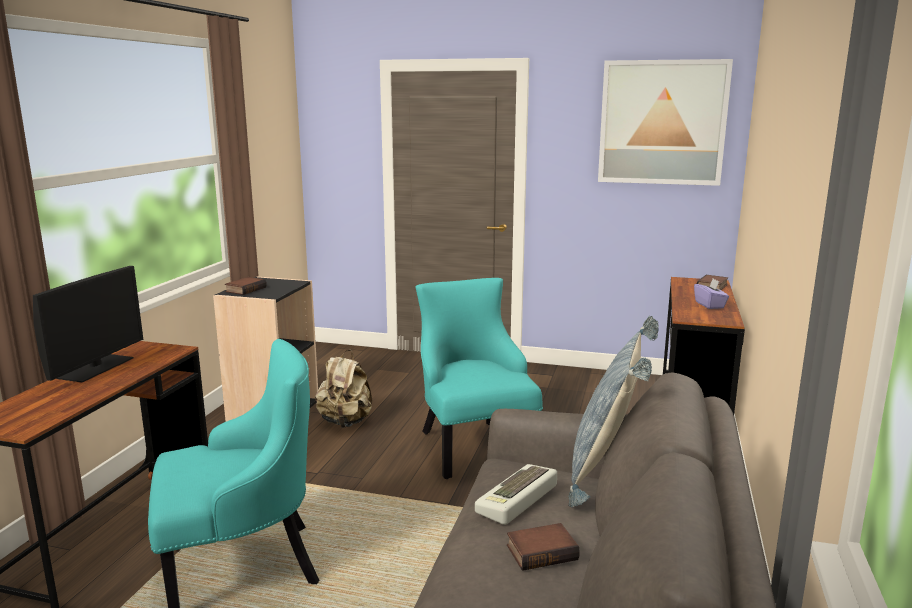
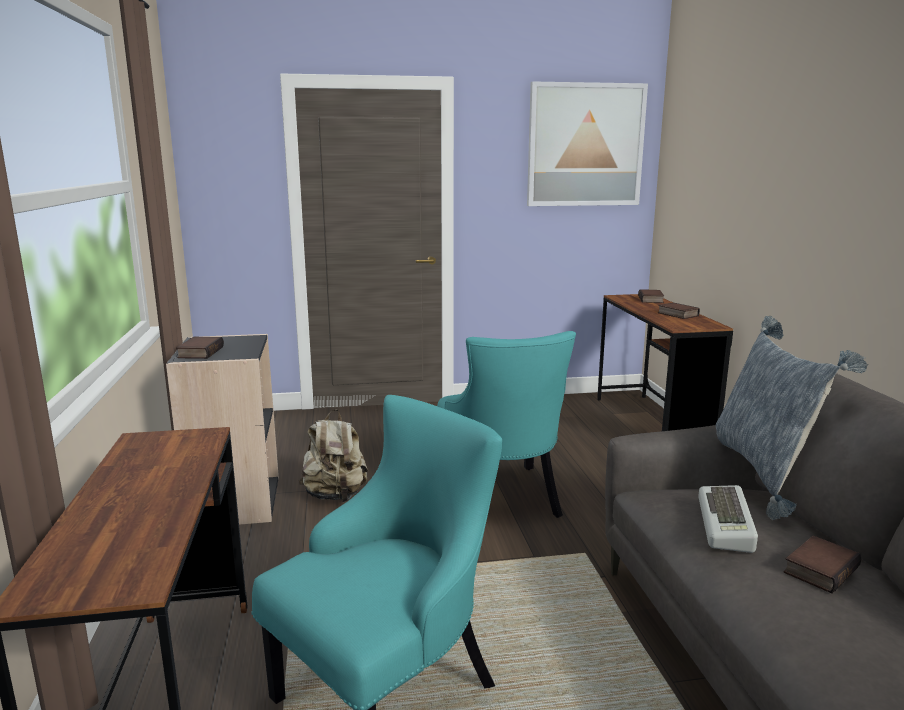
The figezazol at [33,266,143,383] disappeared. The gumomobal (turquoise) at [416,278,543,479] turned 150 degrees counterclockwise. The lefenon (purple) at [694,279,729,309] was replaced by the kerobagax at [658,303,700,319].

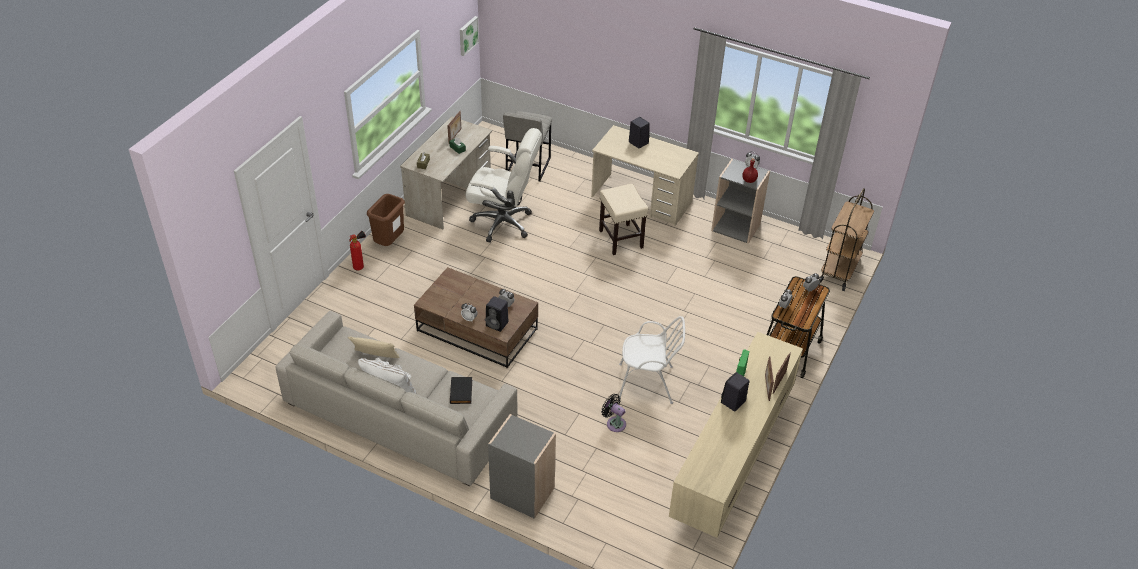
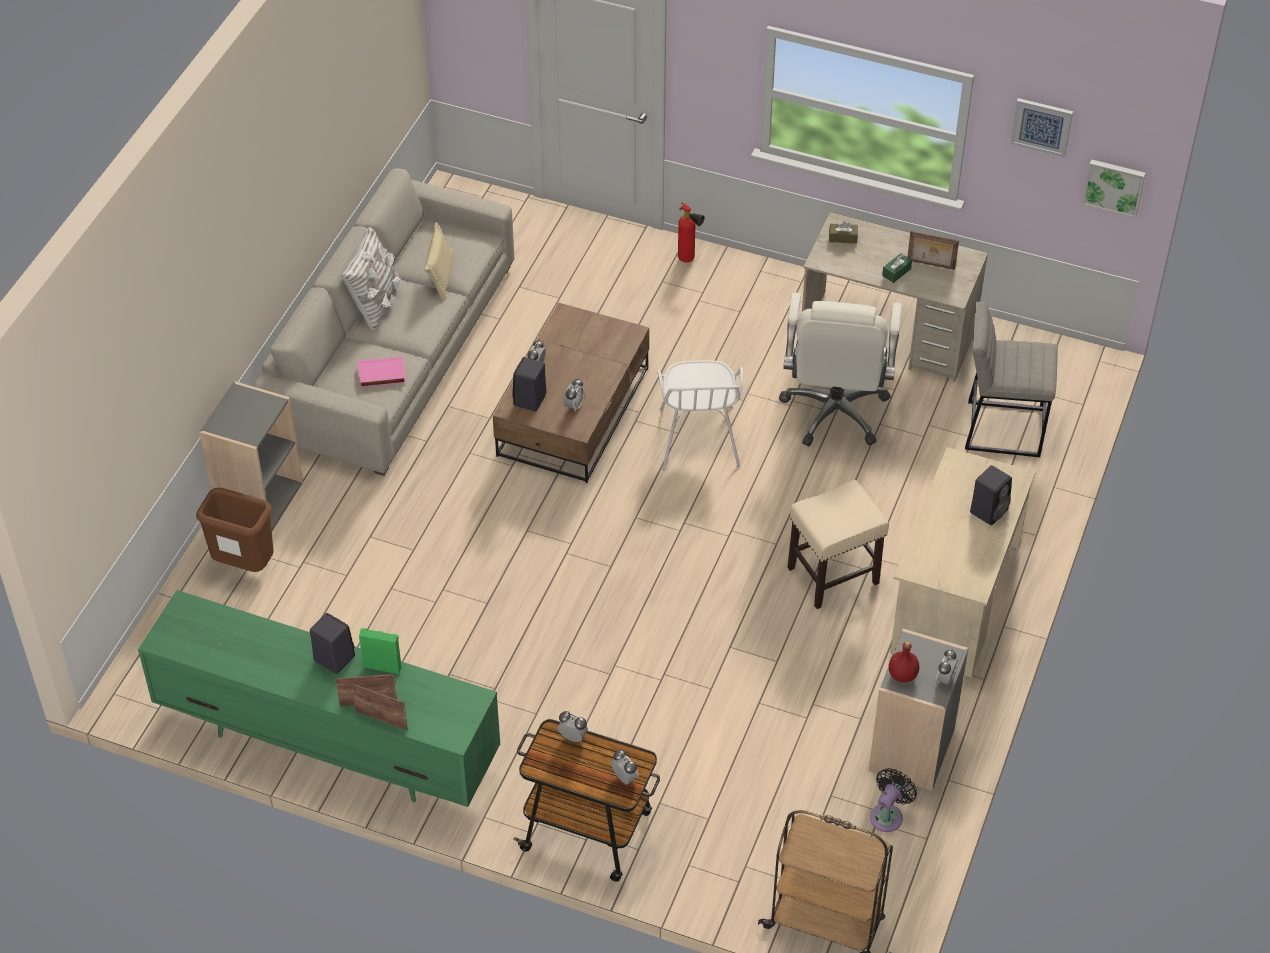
The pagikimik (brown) moved from [367,194,405,246] to [196,488,274,572]. The gumomobal (white) moved from [619,316,685,404] to [657,360,743,471]. The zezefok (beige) at [669,332,803,538] became the zezefok (green) at [138,590,500,807]. The kerobagax (black) at [450,377,472,404] became the kerobagax (pink) at [358,356,406,388]. The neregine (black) moved from [601,394,626,432] to [870,768,917,832]. The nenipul at [1010,98,1073,157] appeared.

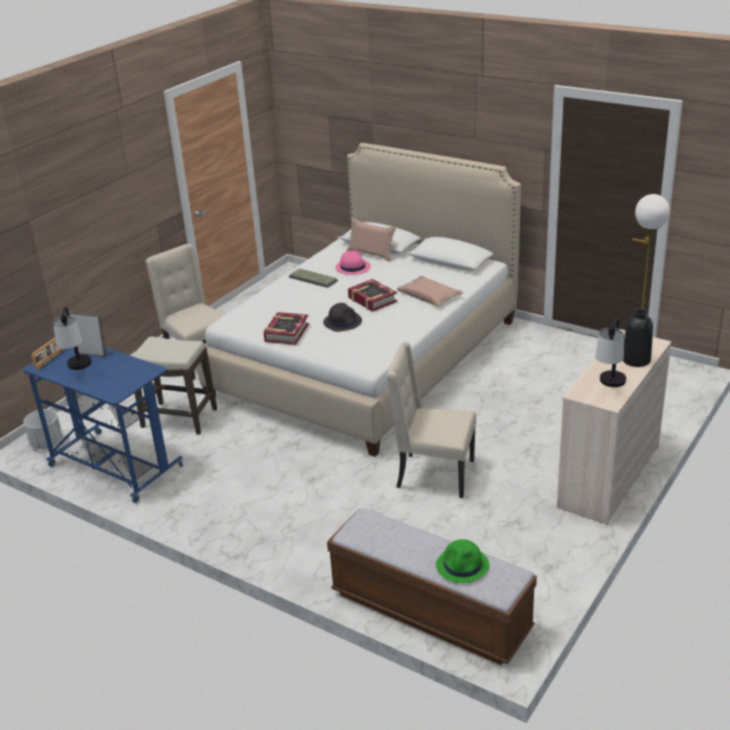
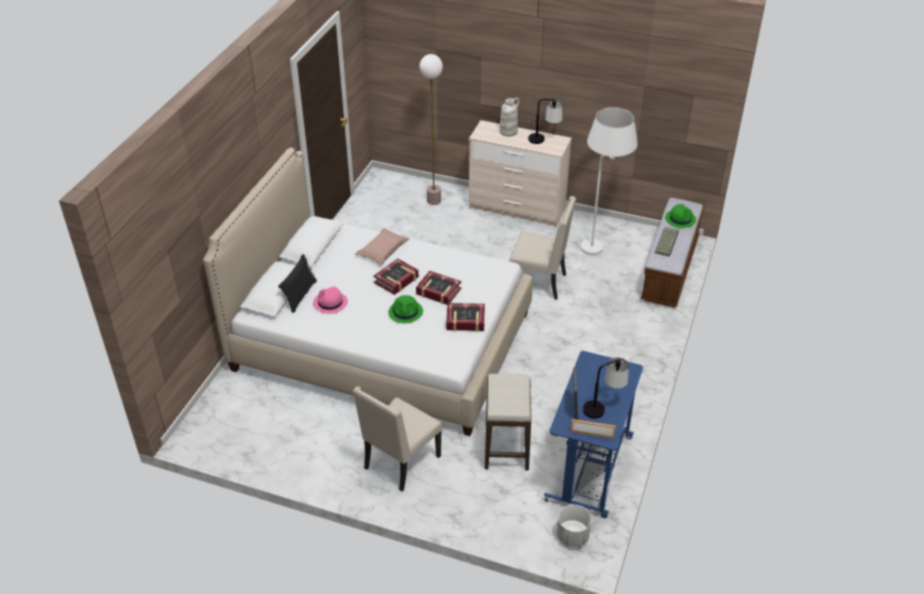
The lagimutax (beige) at [347,218,396,261] became the lagimutax (black) at [278,254,317,313]. The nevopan moved from [289,268,338,288] to [655,227,679,257]. The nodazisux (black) at [323,303,362,332] was replaced by the kerobagax at [416,271,462,305]. The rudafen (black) at [623,308,653,367] became the rudafen (white) at [500,98,519,137]. The gumomobal (beige) at [386,342,476,498] turned 75 degrees counterclockwise. The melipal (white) at [580,107,638,255] appeared. The nodazisux (green) at [388,295,423,323] appeared.

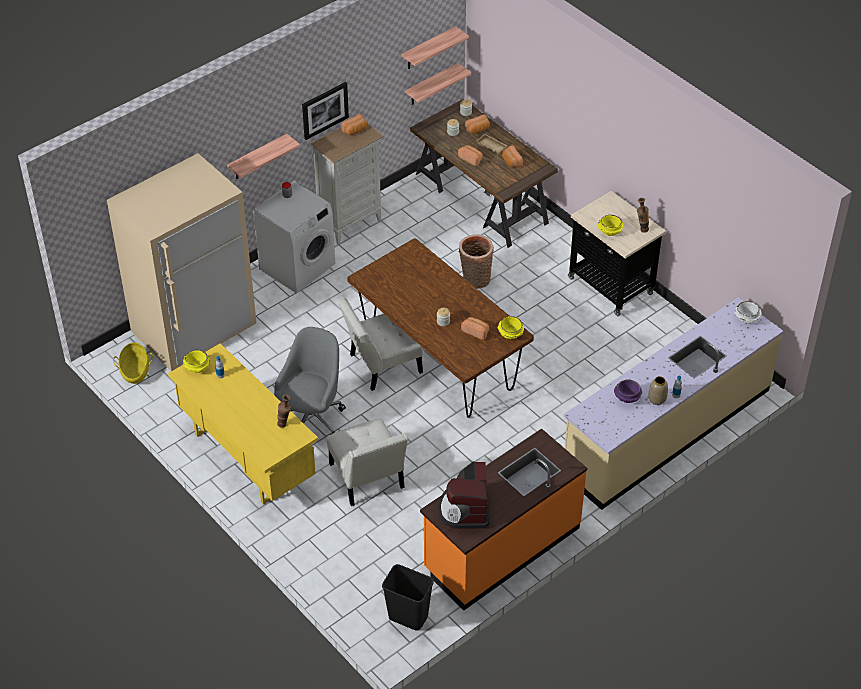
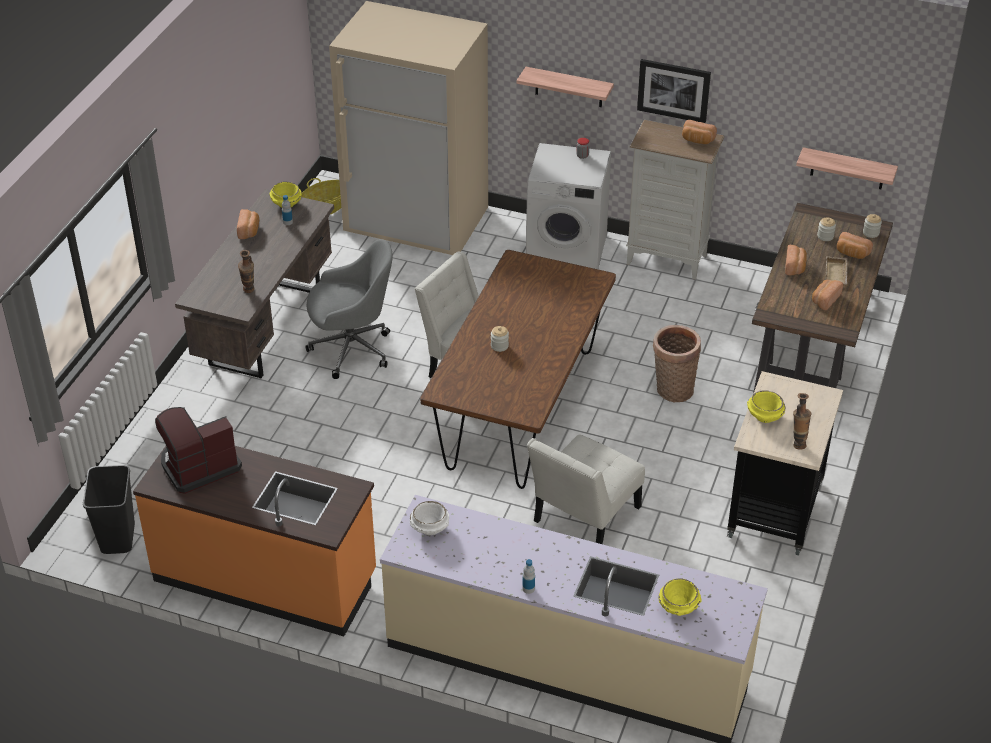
The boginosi at [402,26,469,69] disappeared. The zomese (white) moved from [734,301,762,324] to [410,501,449,535]. The zomese (yellow) moved from [498,316,524,339] to [659,578,701,616]. The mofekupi moved from [461,317,489,340] to [237,209,259,239]. The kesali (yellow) at [168,343,318,505] became the kesali (brown) at [175,189,334,378]. The rudafen at [648,376,668,405] disappeared. The zomese (purple) at [614,379,642,403] disappeared. The gumomobal (white) moved from [327,418,408,506] to [527,435,645,544].

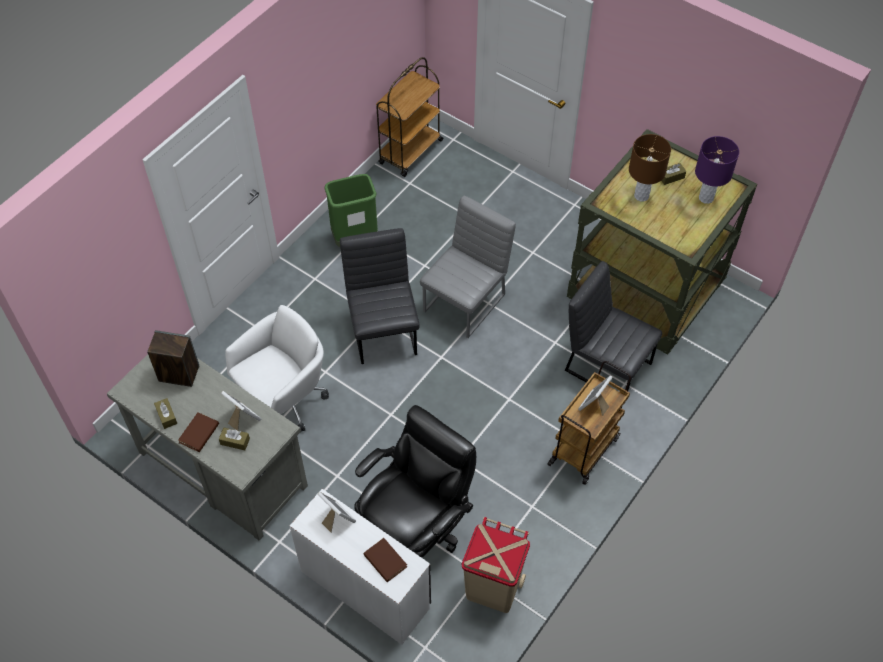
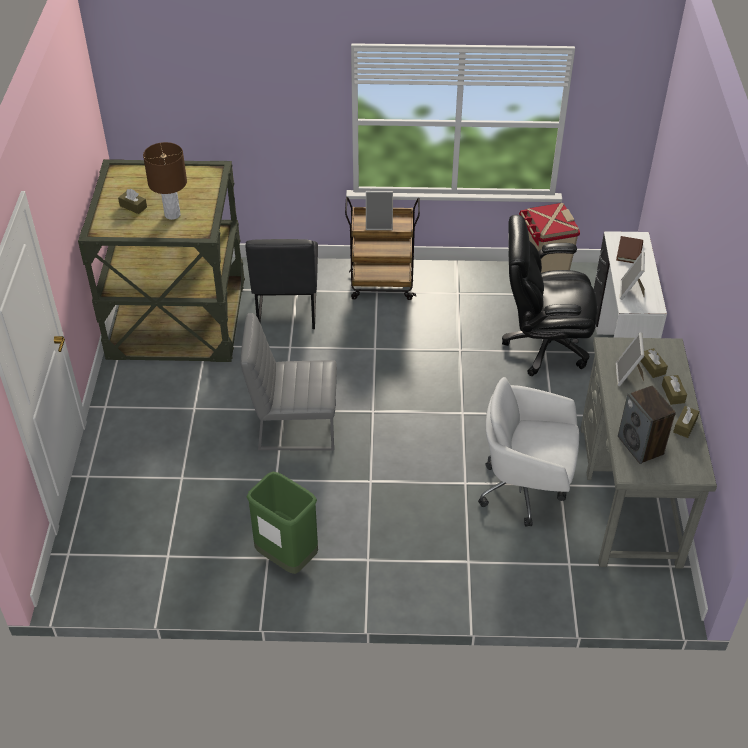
The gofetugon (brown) at [376,57,443,177] disappeared. The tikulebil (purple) at [695,136,739,204] disappeared. The gumomobal (grey) at [340,228,419,364] disappeared. The kerobagax (brown) at [178,412,219,452] was replaced by the lefenon (brown) at [662,375,687,405].

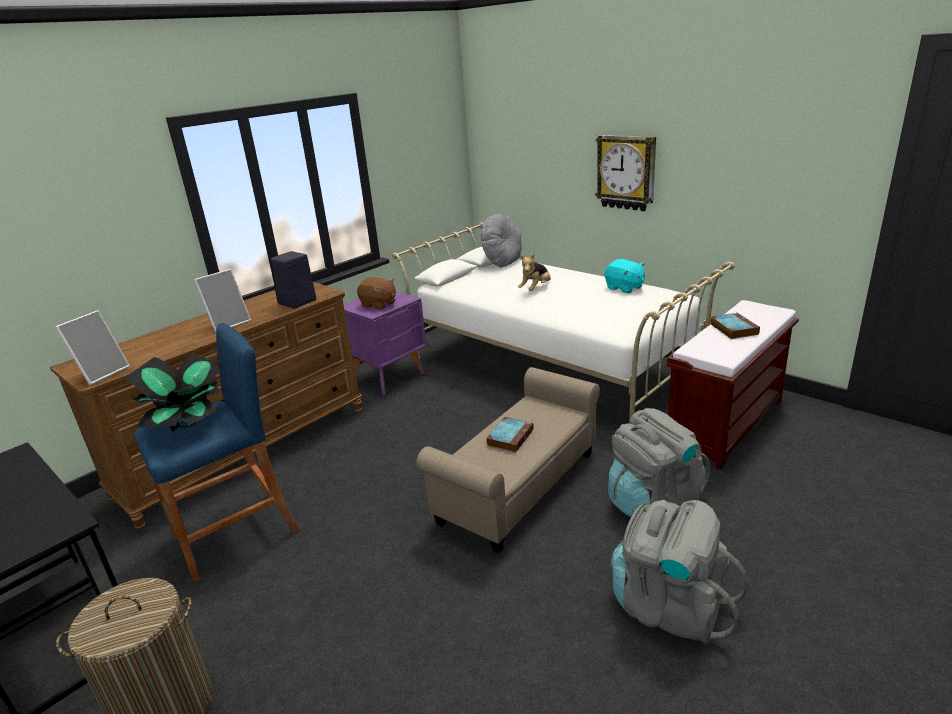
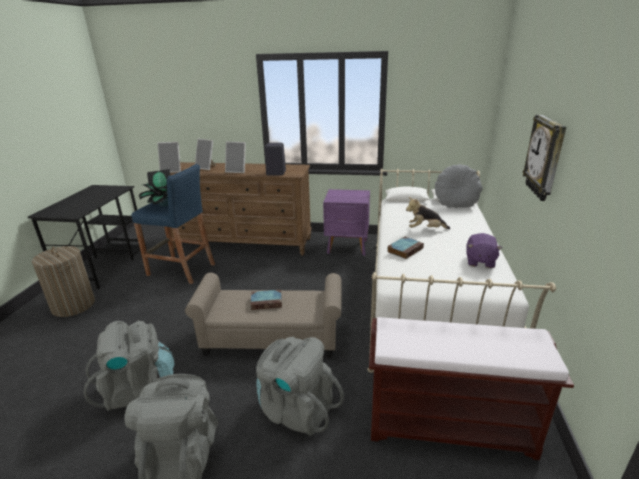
The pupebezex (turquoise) at [605,259,645,293] became the pupebezex (purple) at [466,233,502,268]. The pupebezex (brown) at [357,277,396,310] disappeared. The kerobagax moved from [711,313,760,339] to [387,237,424,259]. The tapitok at [195,139,216,170] appeared. The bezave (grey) at [83,321,175,411] appeared.

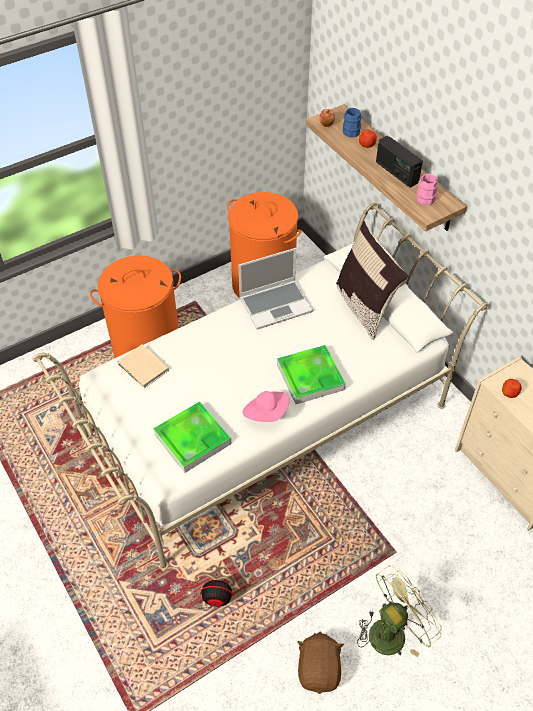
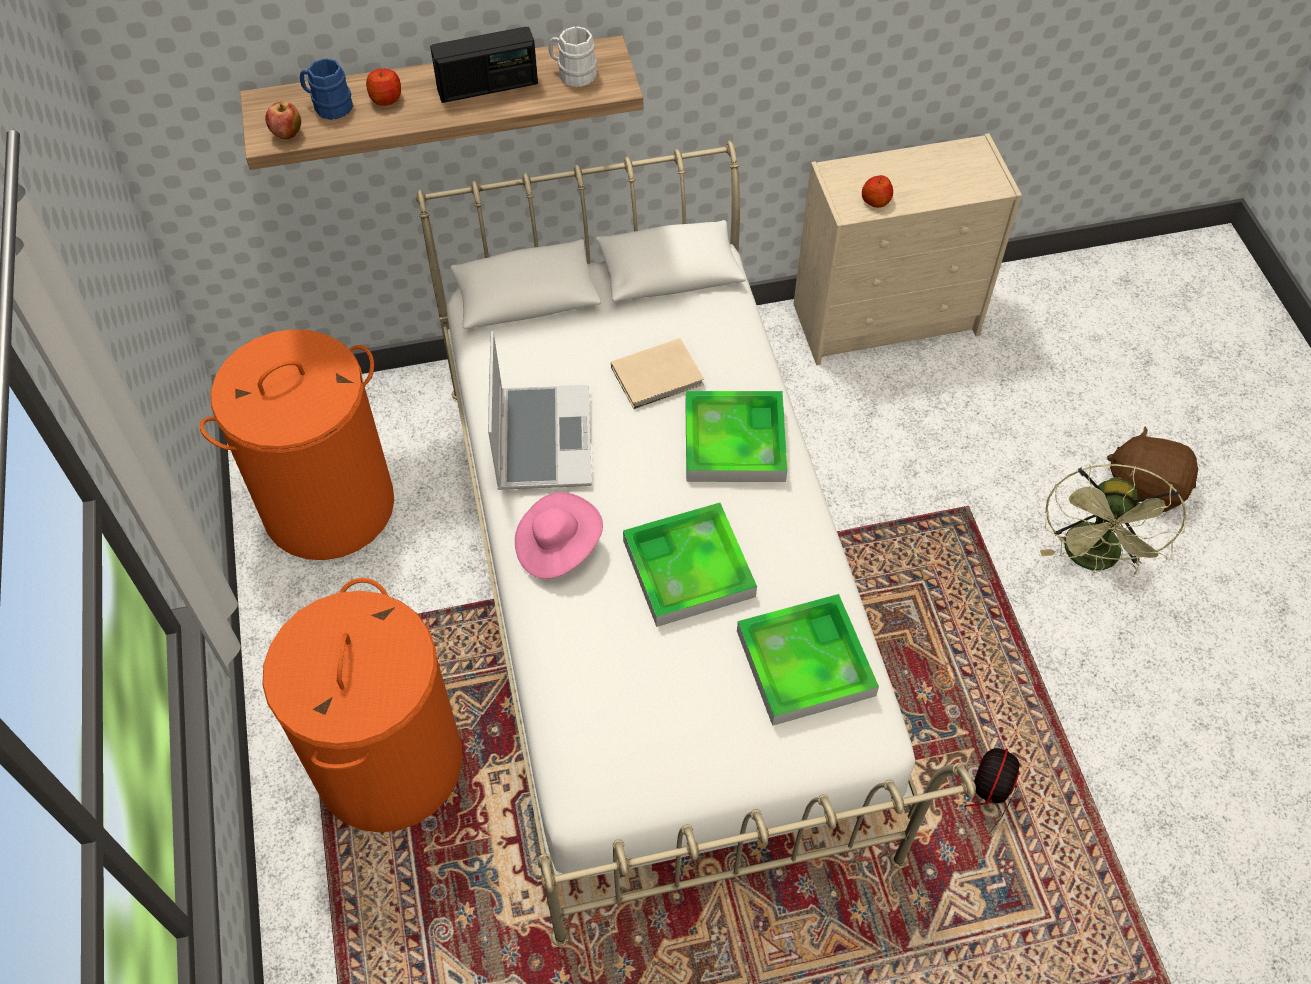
The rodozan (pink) at [416,174,438,205] became the rodozan (white) at [548,26,597,87]. The lagimutax at [336,221,409,340] disappeared. The kerobagax (beige) moved from [118,344,169,388] to [611,338,704,409]. The nodazisux (pink) moved from [242,391,290,422] to [515,492,603,579]. The neregine (green) at [357,566,442,657] turned 150 degrees counterclockwise. The pupebezex (brown) moved from [297,632,344,694] to [1107,426,1198,512]. The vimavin at [623,503,757,627] appeared.

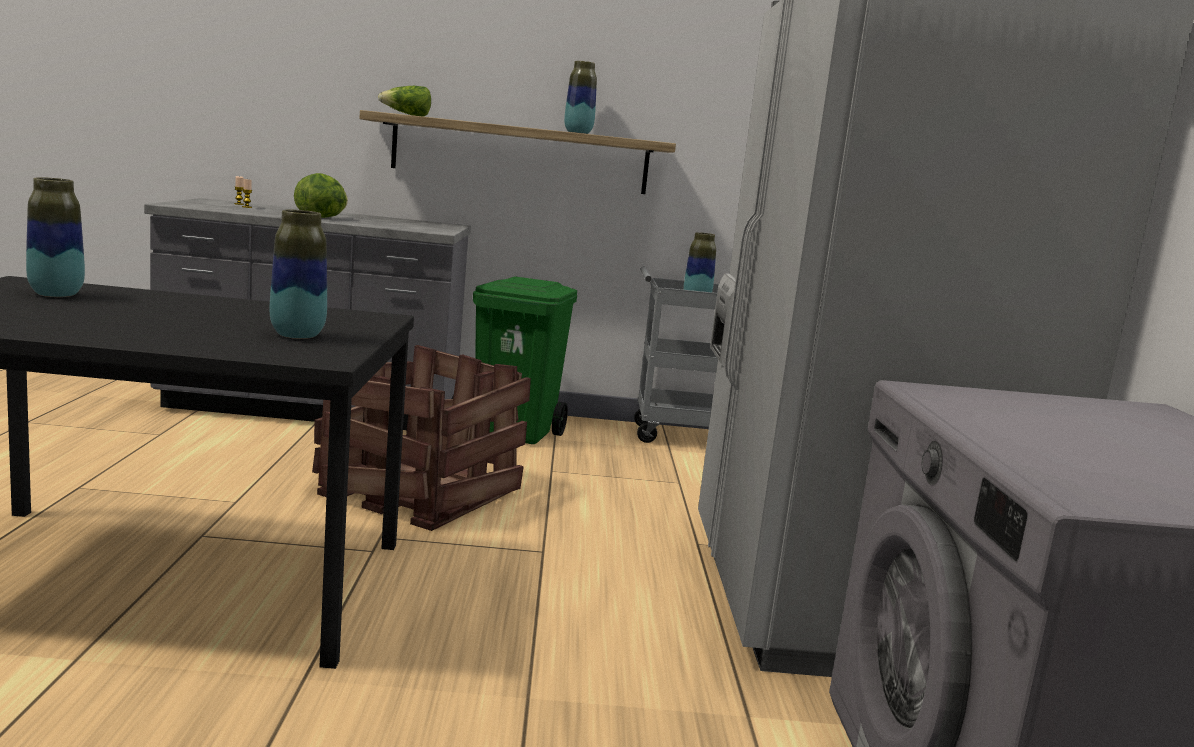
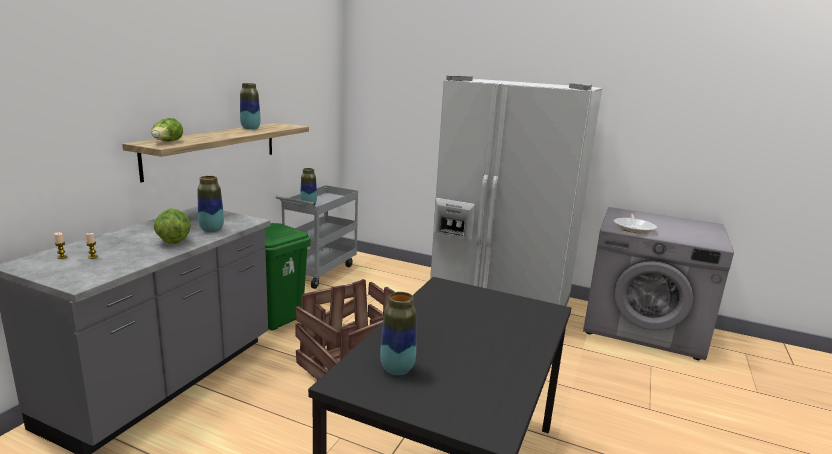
The rudafen moved from [270,210,327,339] to [198,176,224,232]. The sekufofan at [614,214,657,234] appeared.

